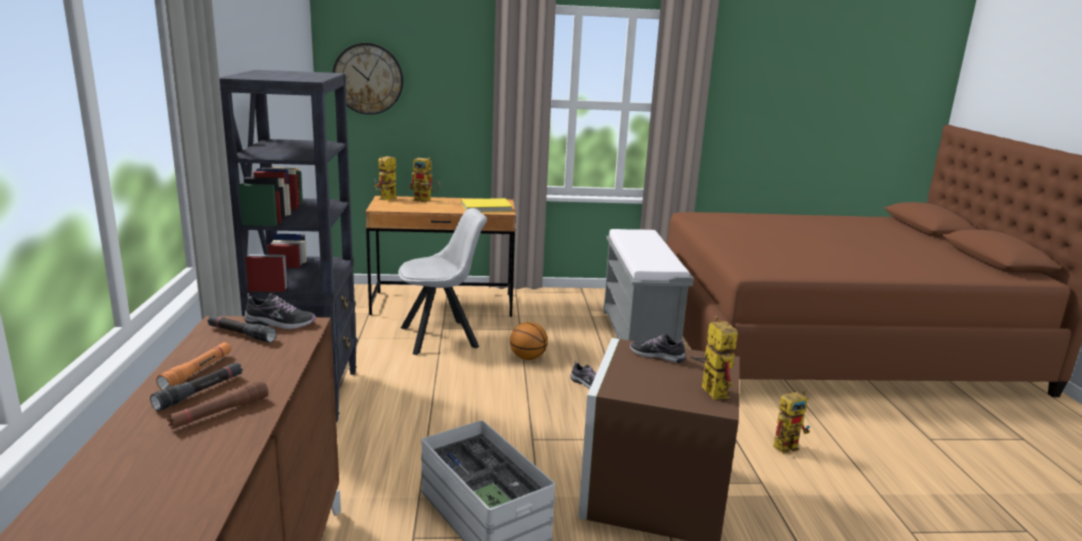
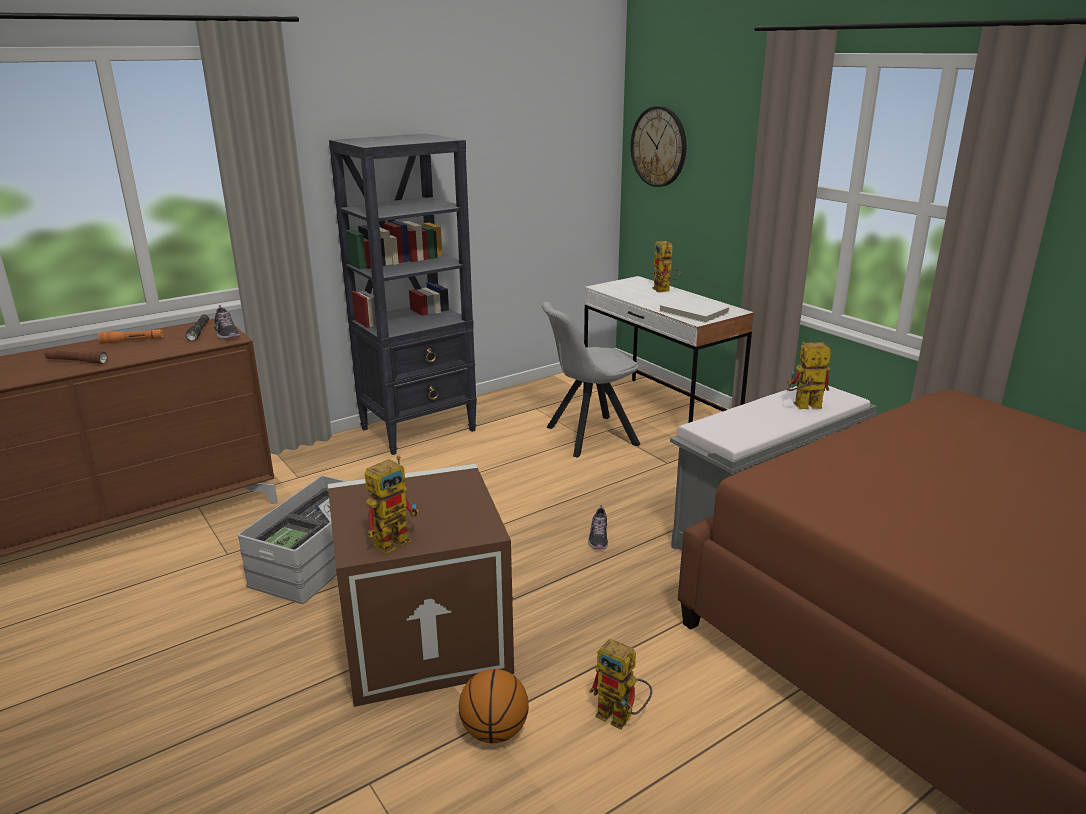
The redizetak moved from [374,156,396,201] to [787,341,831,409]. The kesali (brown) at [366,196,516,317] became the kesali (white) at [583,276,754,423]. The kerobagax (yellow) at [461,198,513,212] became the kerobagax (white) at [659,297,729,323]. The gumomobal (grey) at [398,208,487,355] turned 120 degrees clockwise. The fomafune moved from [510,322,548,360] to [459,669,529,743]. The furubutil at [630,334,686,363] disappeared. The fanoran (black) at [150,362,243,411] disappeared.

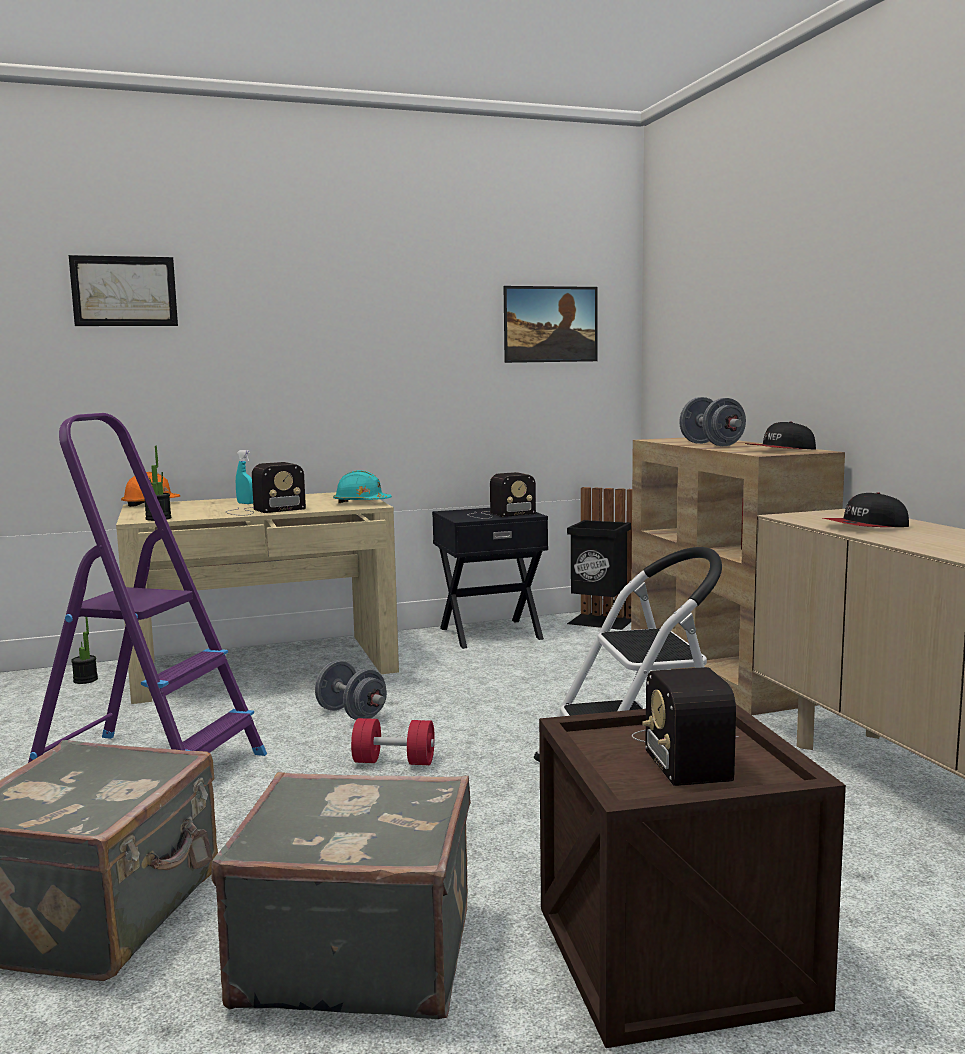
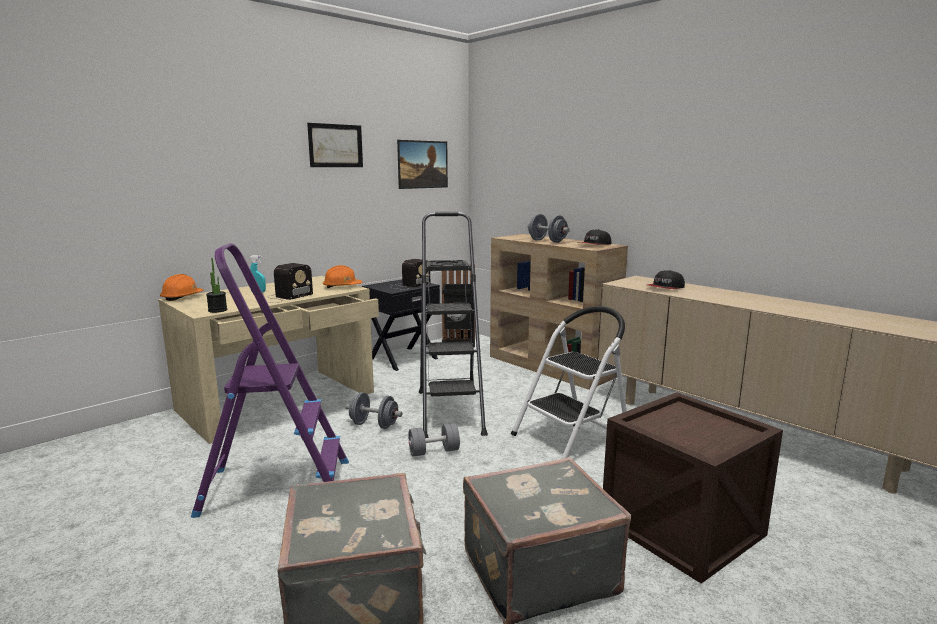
The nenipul moved from [69,255,178,326] to [307,123,363,167]. The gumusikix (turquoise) at [333,470,392,503] became the gumusikix (orange) at [323,265,362,288]. The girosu at [71,617,98,684] disappeared. The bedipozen at [632,667,739,786] disappeared. The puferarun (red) at [351,718,435,765] became the puferarun (grey) at [408,423,460,457]. The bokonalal at [419,212,488,438] appeared.

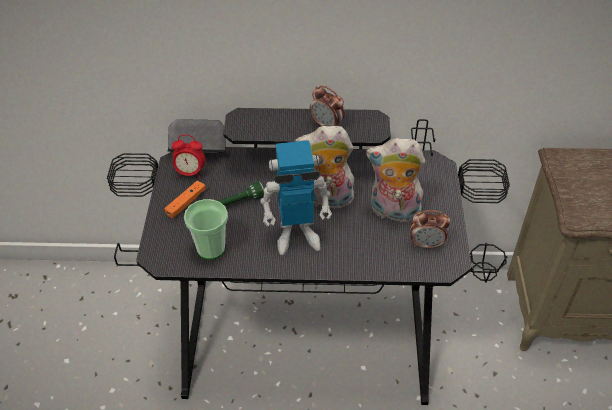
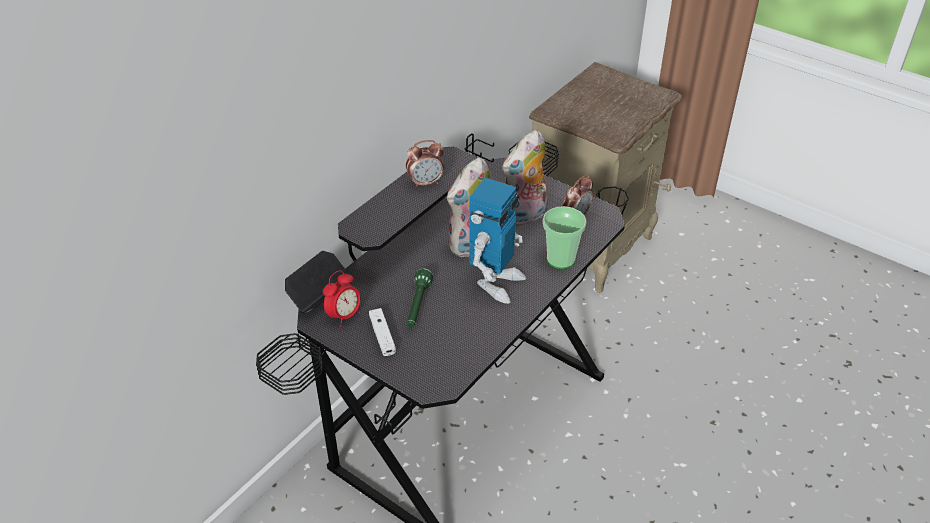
The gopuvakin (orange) at [164,181,206,218] became the gopuvakin (white) at [369,308,396,356]. The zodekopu moved from [184,199,228,259] to [543,206,587,269].

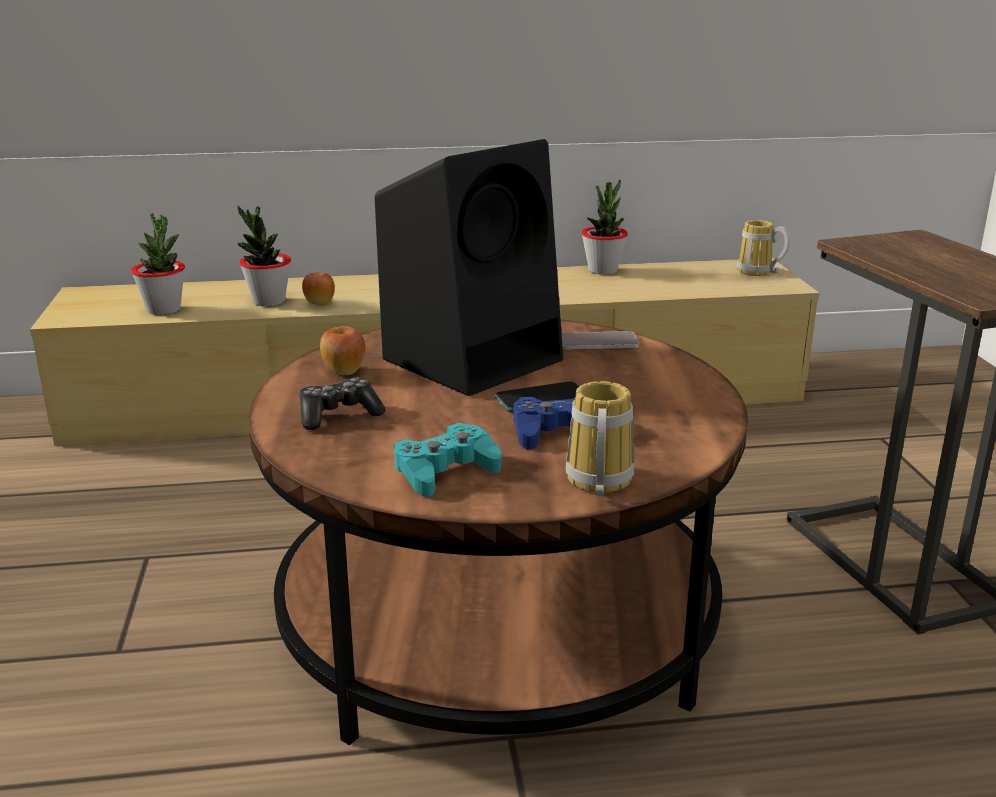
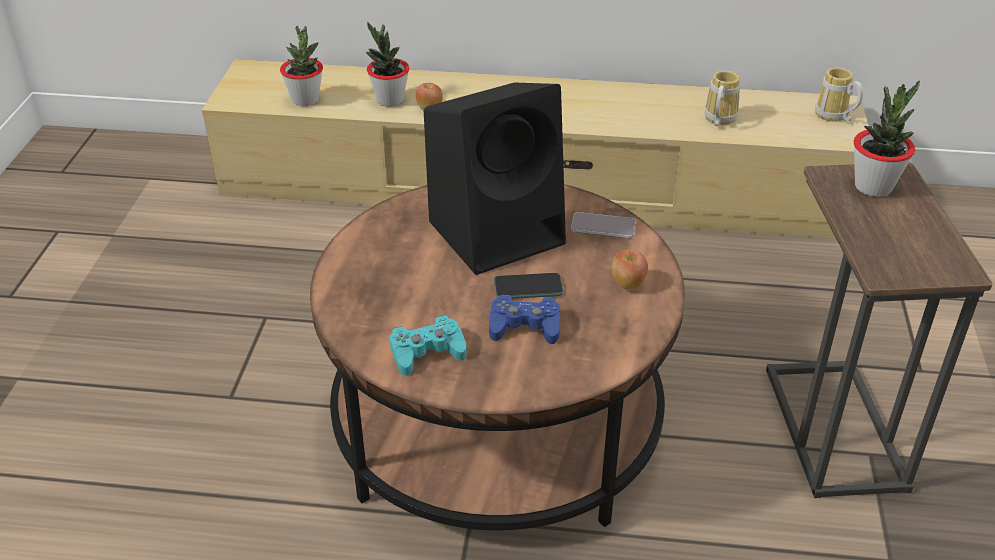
The girosu moved from [581,179,628,275] to [854,81,920,197]. The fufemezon moved from [320,326,365,376] to [611,250,648,290]. The gopuvakin at [299,377,385,430] disappeared. The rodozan moved from [566,381,634,496] to [705,71,740,126].

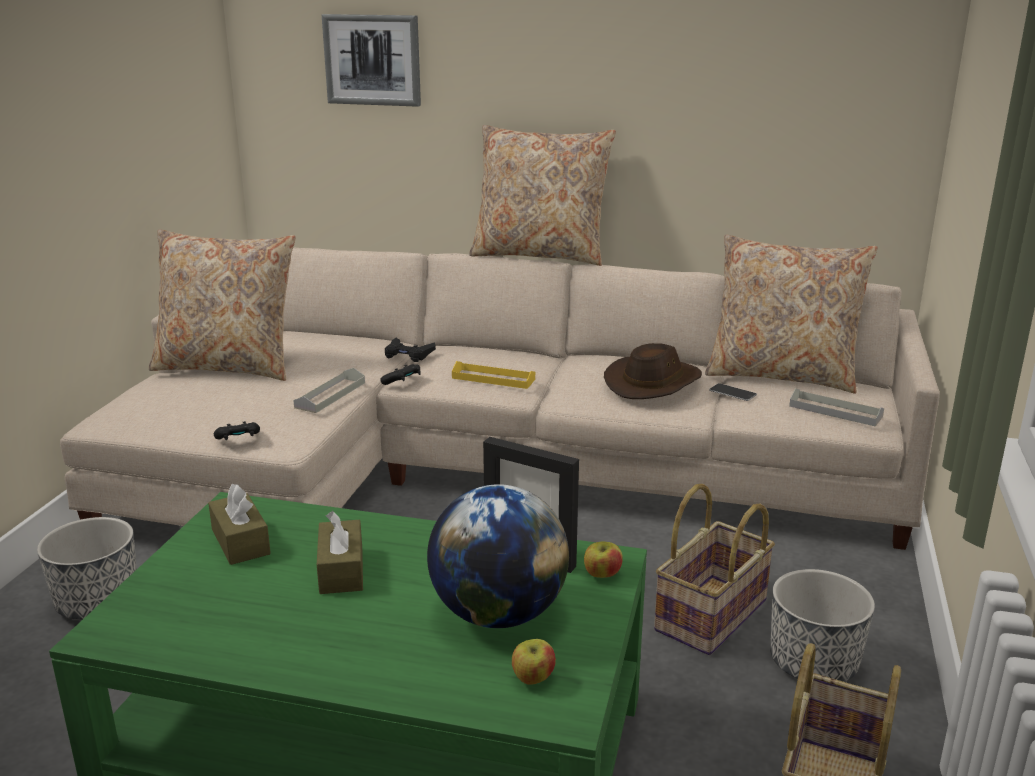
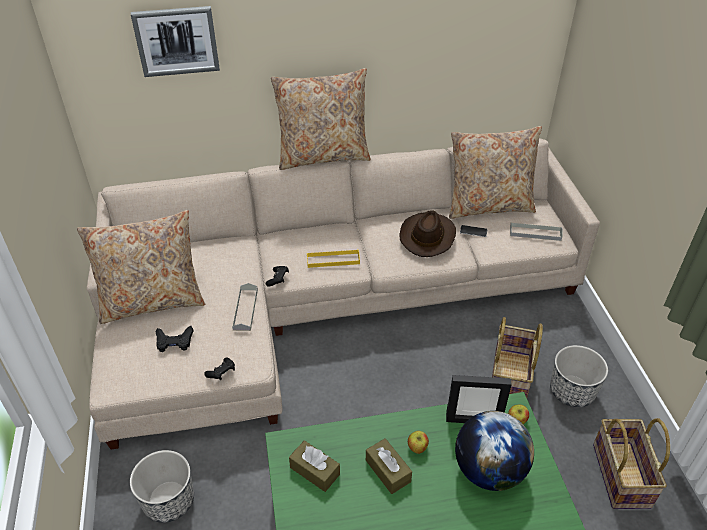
The gopuvakin (black) moved from [385,338,436,362] to [155,326,194,352]. The fufemezon moved from [512,639,556,685] to [408,431,429,454].

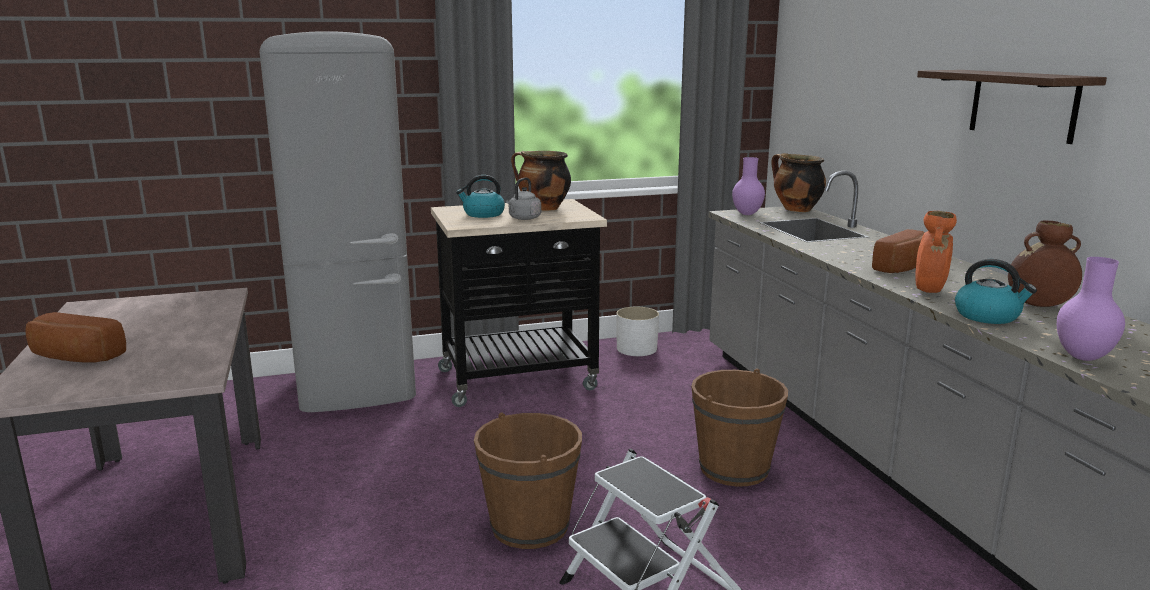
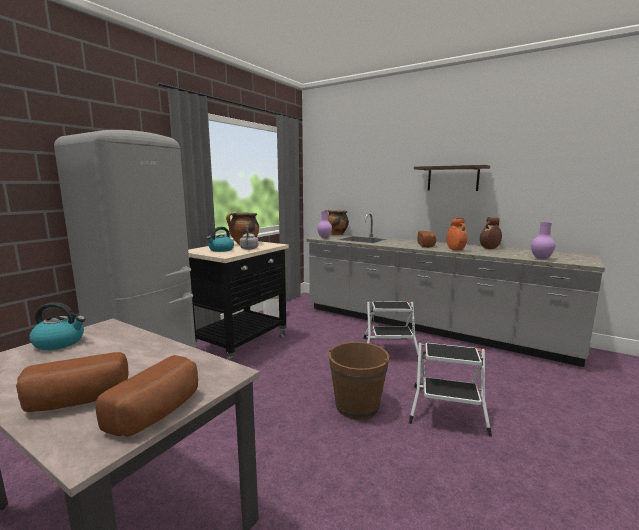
The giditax moved from [955,259,1037,324] to [30,302,86,350]. The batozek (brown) at [691,369,788,487] was replaced by the bokonalal at [363,301,418,356]. The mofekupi at [96,355,198,437] appeared.

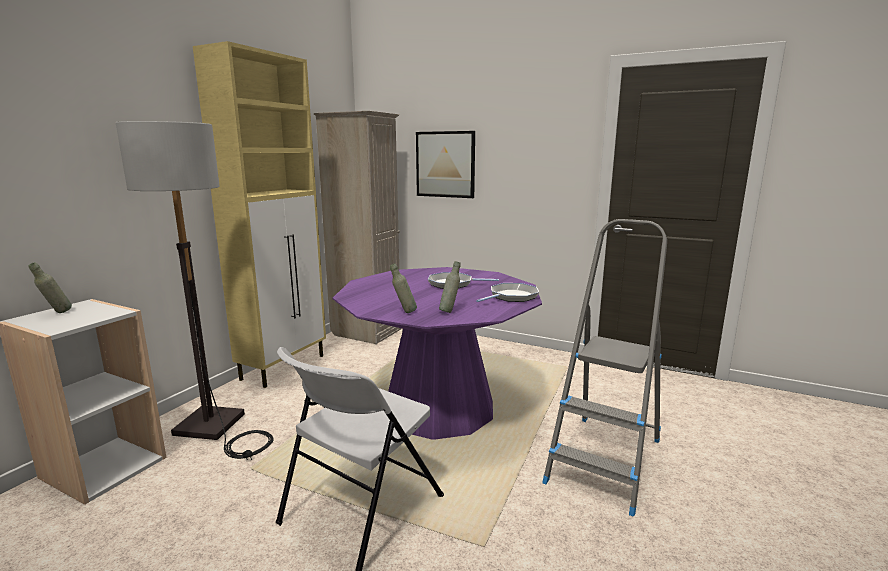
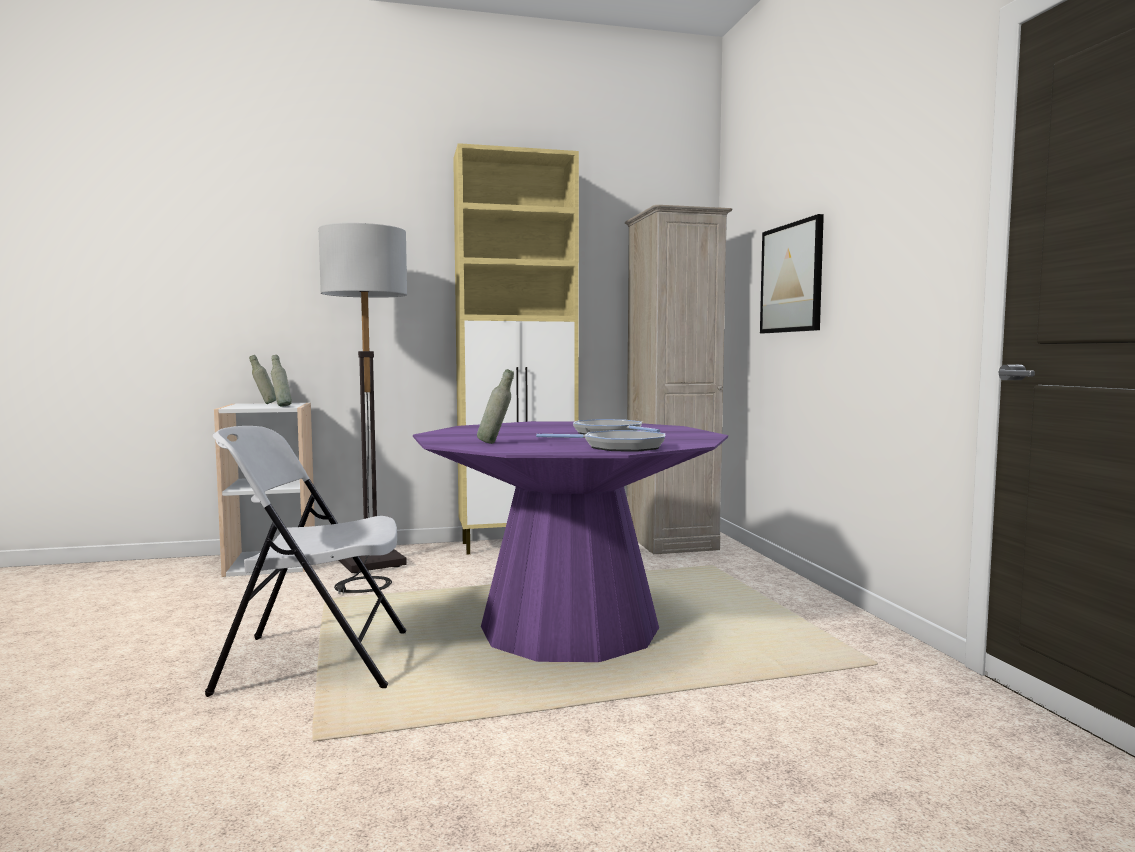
The bokonalal (grey) at [542,219,667,516] disappeared. The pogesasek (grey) moved from [390,263,417,313] to [271,355,292,407].

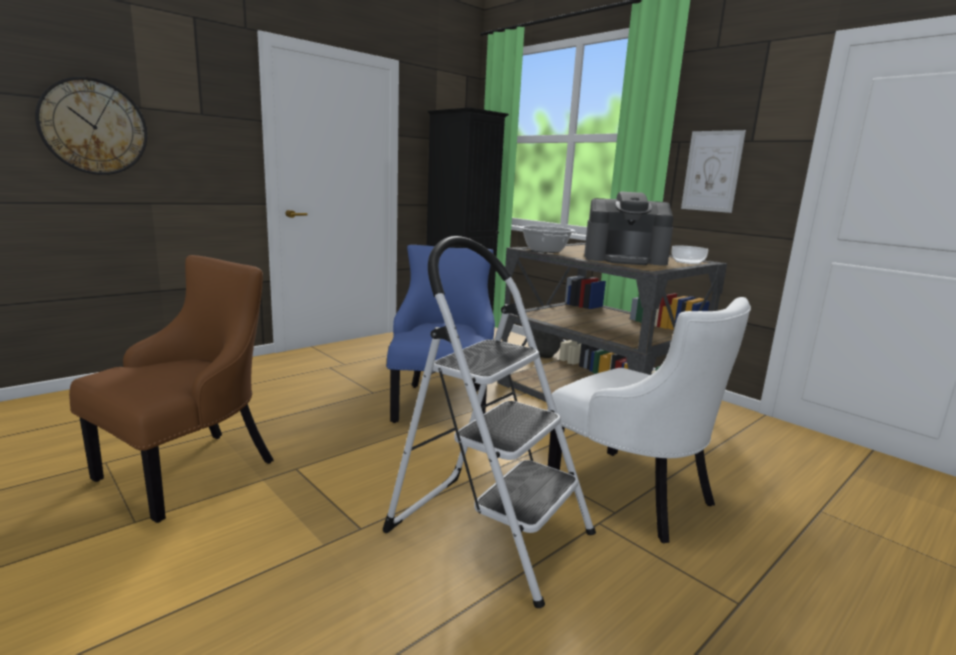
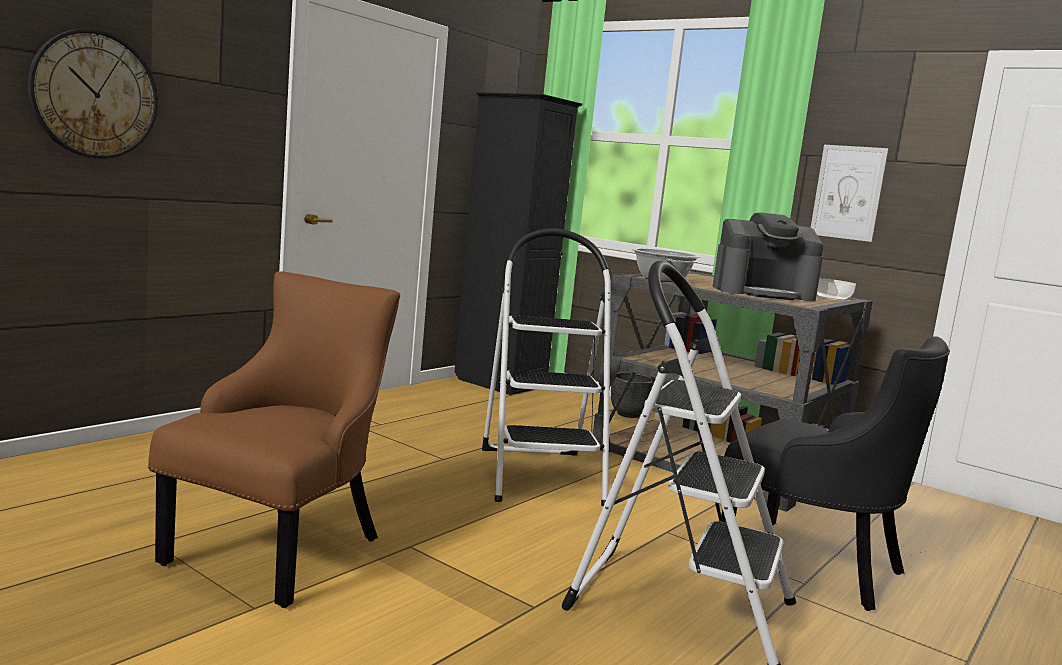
The gumomobal (blue) at [386,245,495,423] was replaced by the bokonalal at [482,228,611,506]. The gumomobal (white) at [547,297,751,543] became the gumomobal (black) at [721,336,950,611].

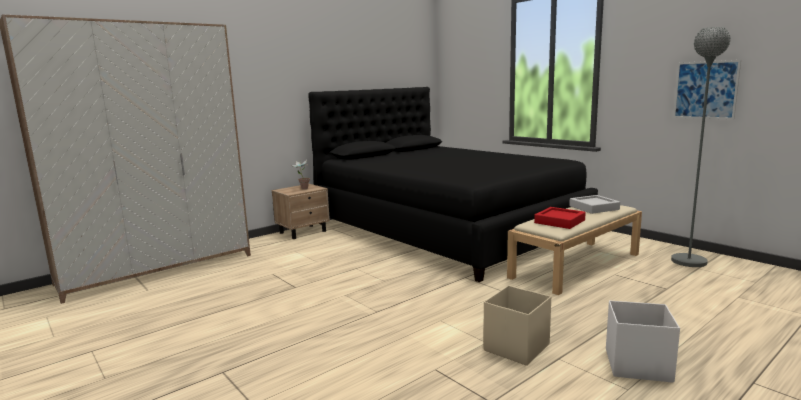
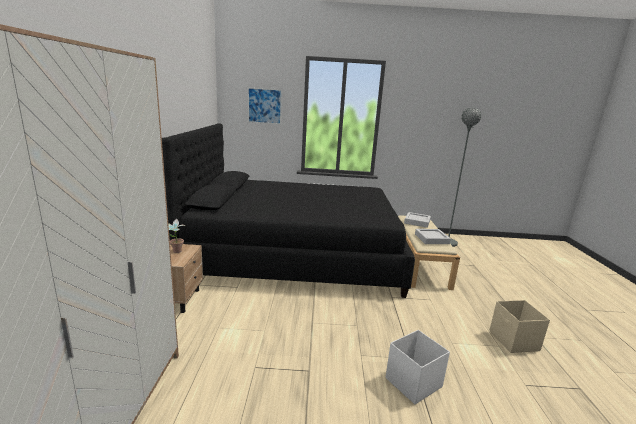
The nenipul moved from [673,60,741,120] to [248,87,282,125]. The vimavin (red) at [534,207,586,229] became the vimavin (grey) at [415,229,451,244]. The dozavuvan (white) moved from [606,300,680,383] to [386,330,450,404].

